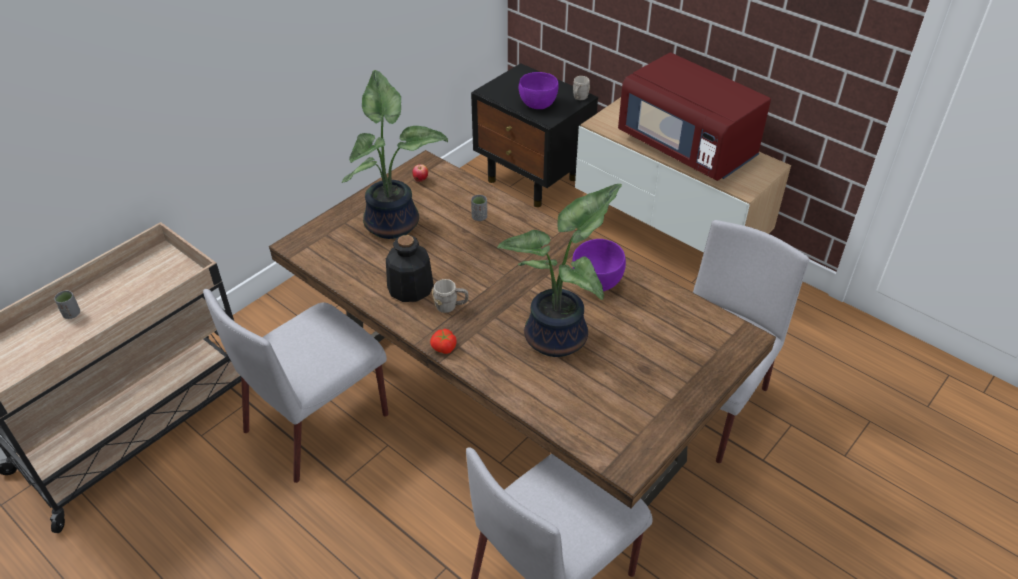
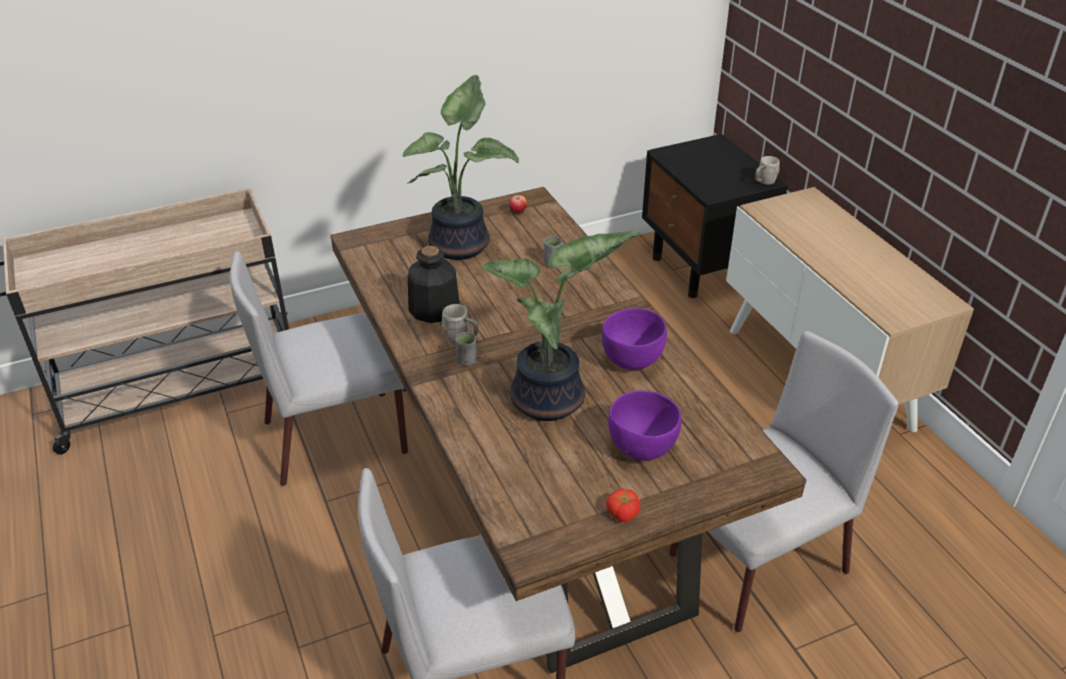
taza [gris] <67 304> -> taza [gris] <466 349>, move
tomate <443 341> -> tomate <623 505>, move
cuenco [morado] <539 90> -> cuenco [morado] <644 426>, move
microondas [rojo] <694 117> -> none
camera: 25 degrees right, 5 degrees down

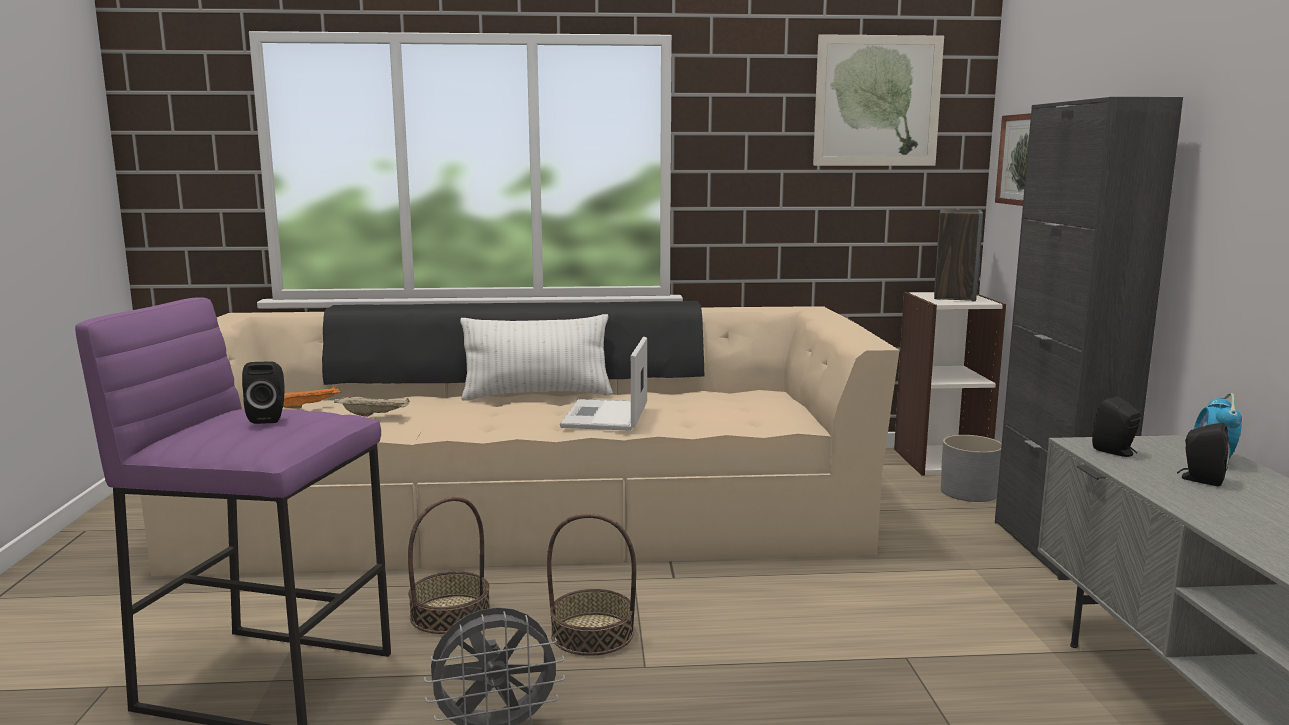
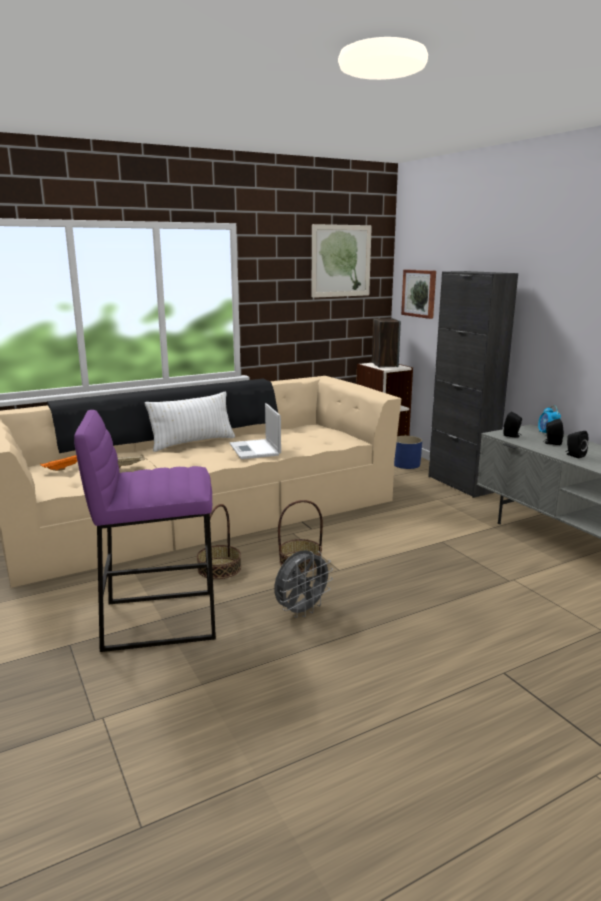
maceta [gris] <971 468> -> maceta [azul] <408 452>
altavoz [negro] <263 392> -> altavoz [negro] <577 444>, move
camera: 25 degrees left, 5 degrees up

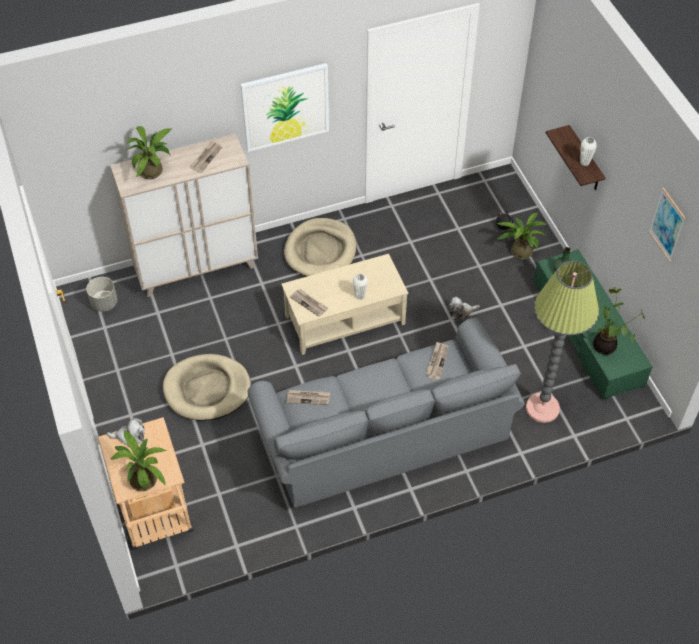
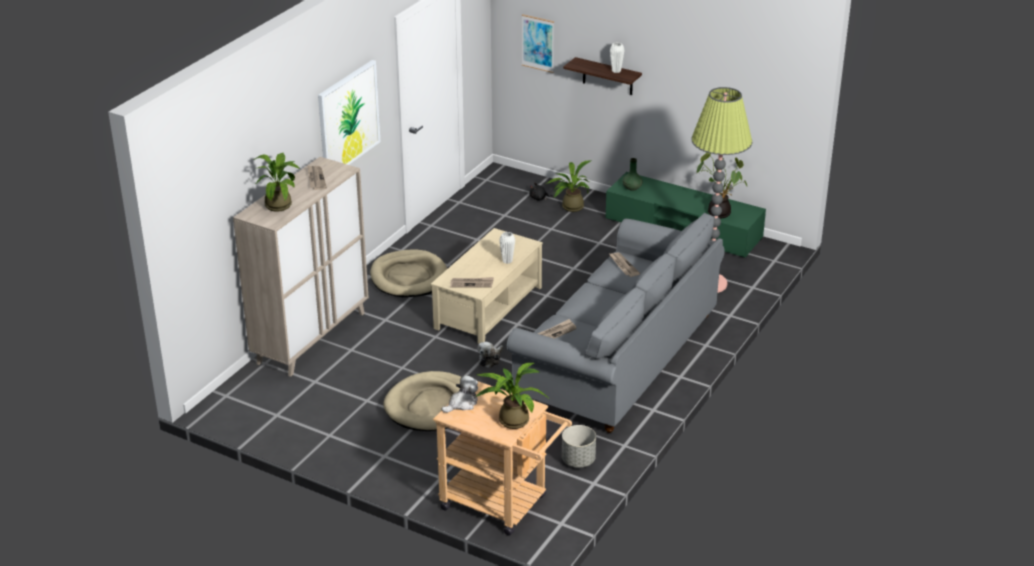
peluche <464 308> -> peluche <490 355>, move
cuadro <667 224> -> cuadro <538 43>, move
maceta [gris] <102 294> -> maceta [gris] <579 446>, move
camera: 40 degrees left, 20 degrees down

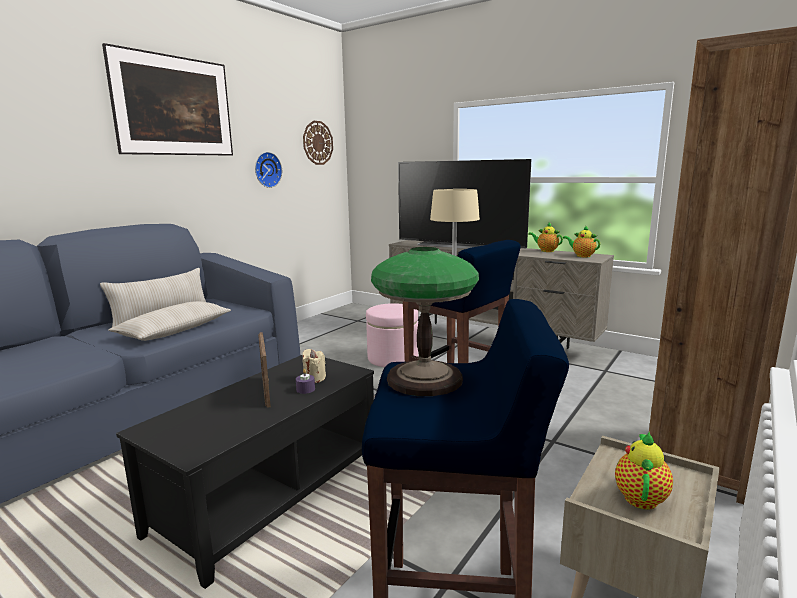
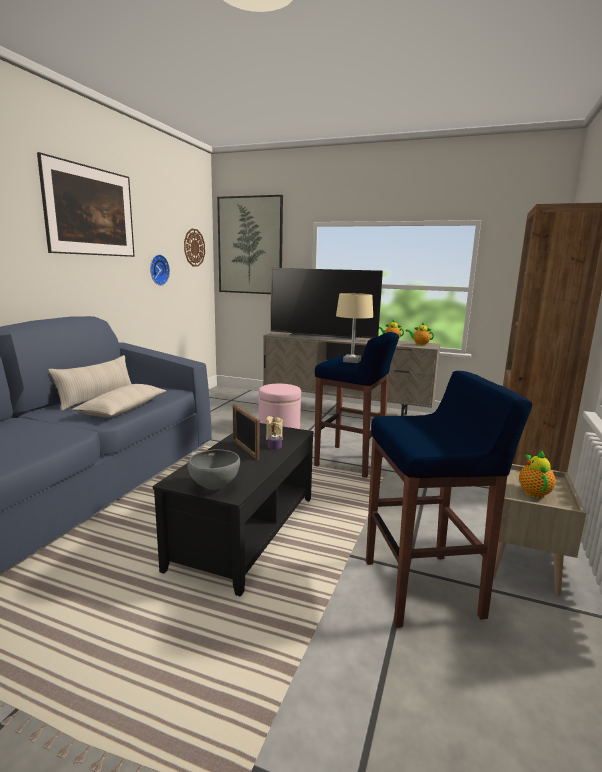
none -> cuenco [gris] <213 469>
none -> cuadro <250 244>
lámpara de mesa <425 321> -> none
camera: 15 degrees left, 0 degrees up

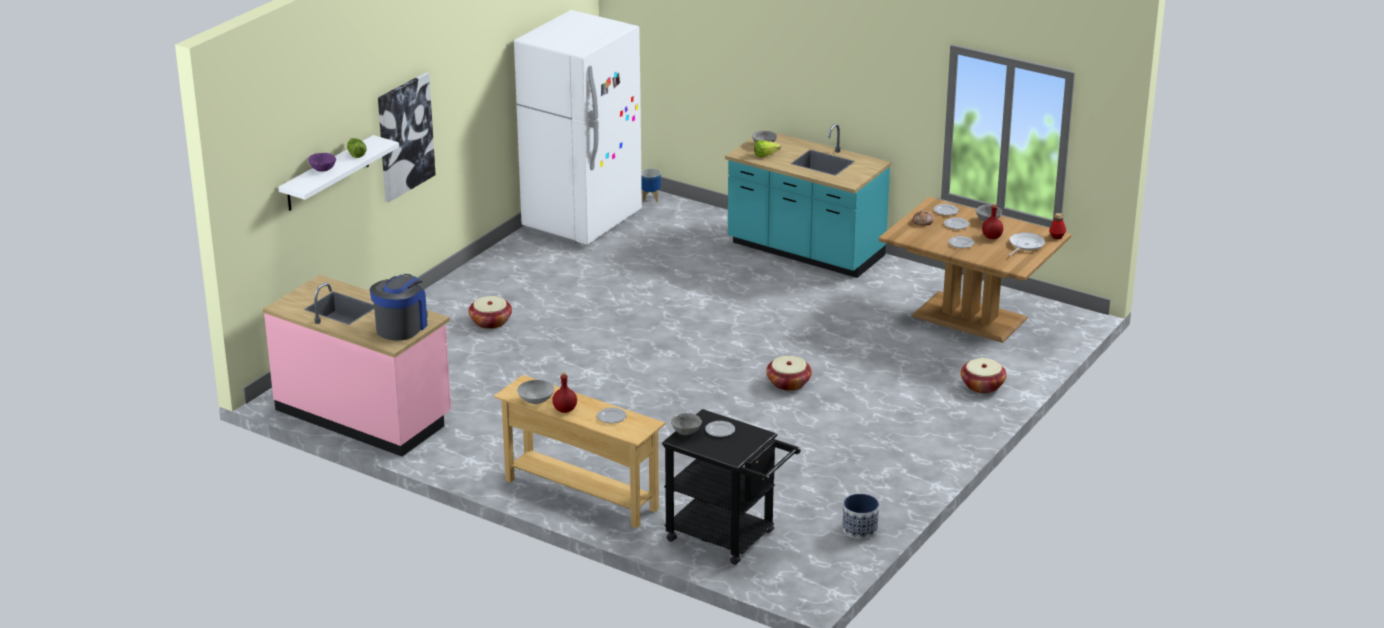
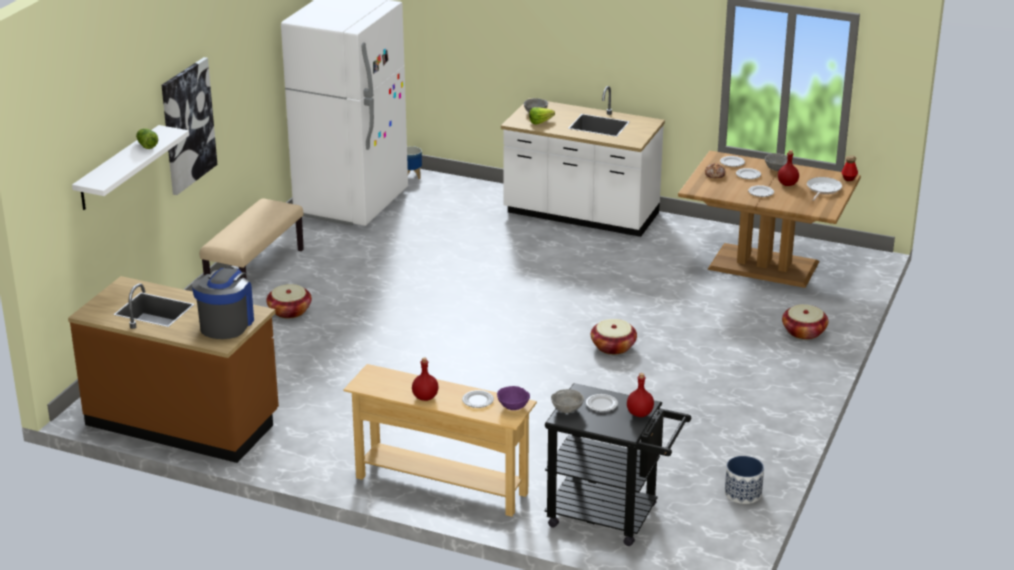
mueble bajo de cocina [rosa] <357 366> -> mueble bajo de cocina [marrón] <173 369>
none -> banco [beis] <252 238>
cuenco [morado] <322 162> -> cuenco [morado] <513 398>, move
mueble bajo de cocina [turquesa] <808 201> -> mueble bajo de cocina [blanco] <583 161>
none -> botella [rojo] <640 395>
cuenco [gris] <535 392> -> none
camera: 10 degrees left, 0 degrees up

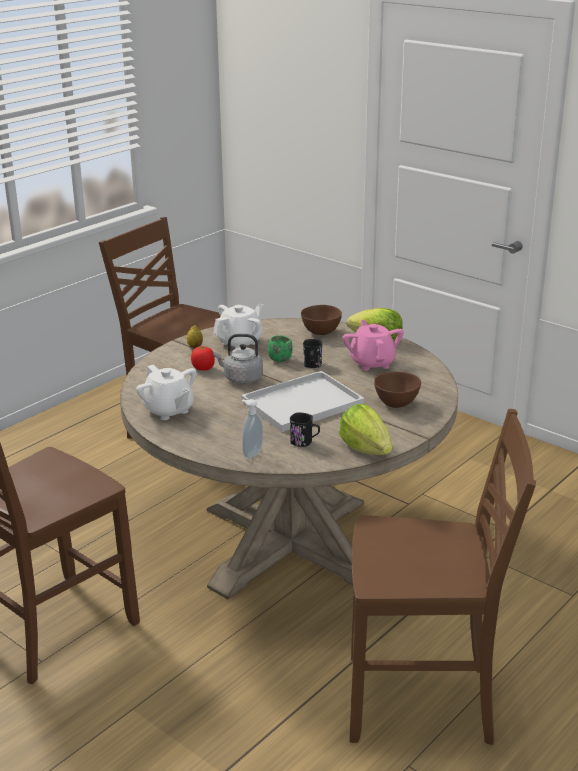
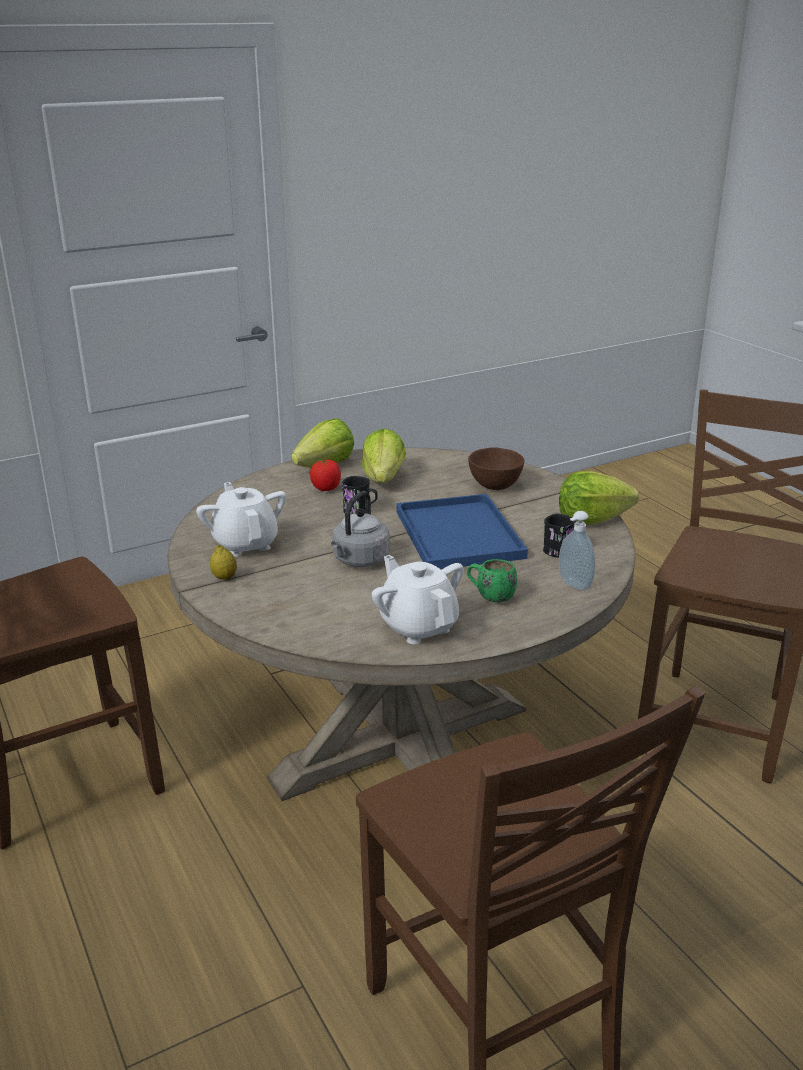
tomate <203 358> -> tomate <325 474>, move
tetera [rosa] <373 345> -> lechuga <384 456>
tetera [blanco] <166 392> -> tetera [blanco] <417 599>, 105 degrees counterclockwise
bandeja [blanco] <302 401> -> bandeja [azul] <462 531>
taza grande [verde] <280 348> -> taza grande [verde] <492 580>, move
cuenco [marrón] <321 320> -> none
camera: 70 degrees left, 0 degrees up

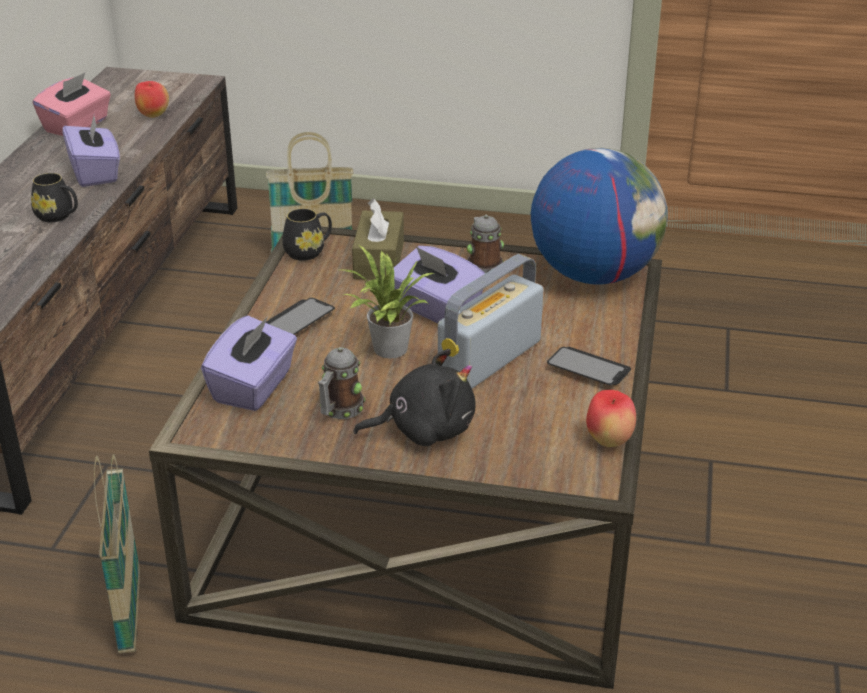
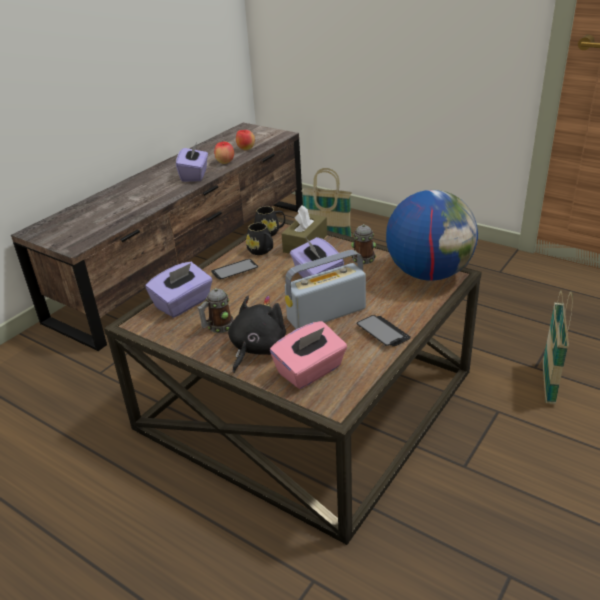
manzana <611 418> -> manzana <224 153>, move
peluche [negro] <415 397> -> peluche [negro] <257 334>, 75 degrees counterclockwise
taza grande [negro] <54 197> -> taza grande [negro] <259 239>, move
caja de pañuelos [rosa] <72 104> -> caja de pañuelos [rosa] <308 355>, move
cesta <117 554> -> cesta <557 347>, move
planta en maceta <387 301> -> none
camera: 25 degrees right, 0 degrees up

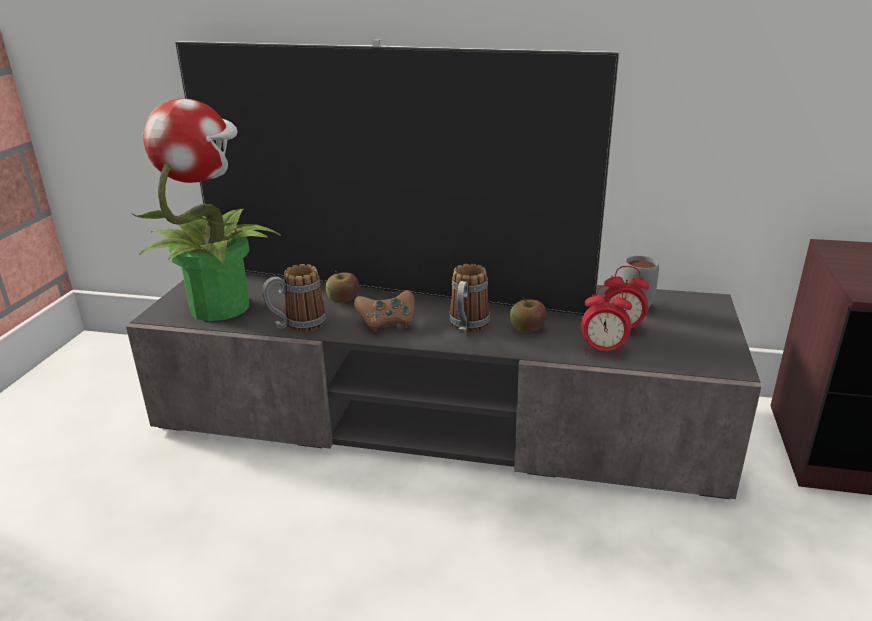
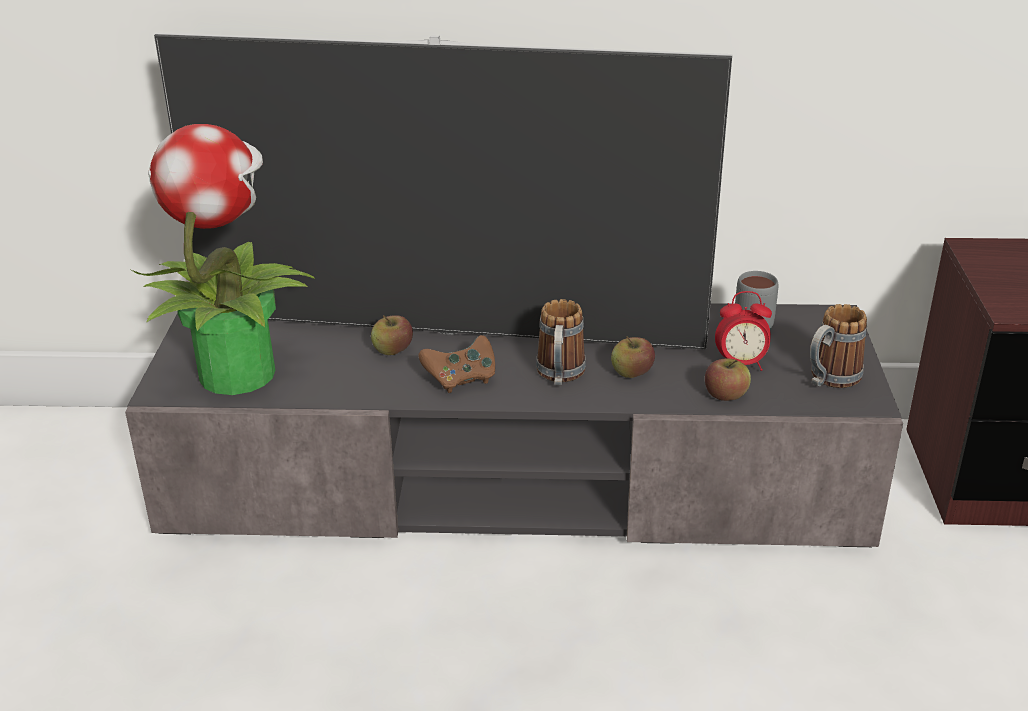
despertador <606 321> -> manzana <728 380>
taza grande <294 298> -> taza grande <838 346>, move
camera: 10 degrees left, 5 degrees up

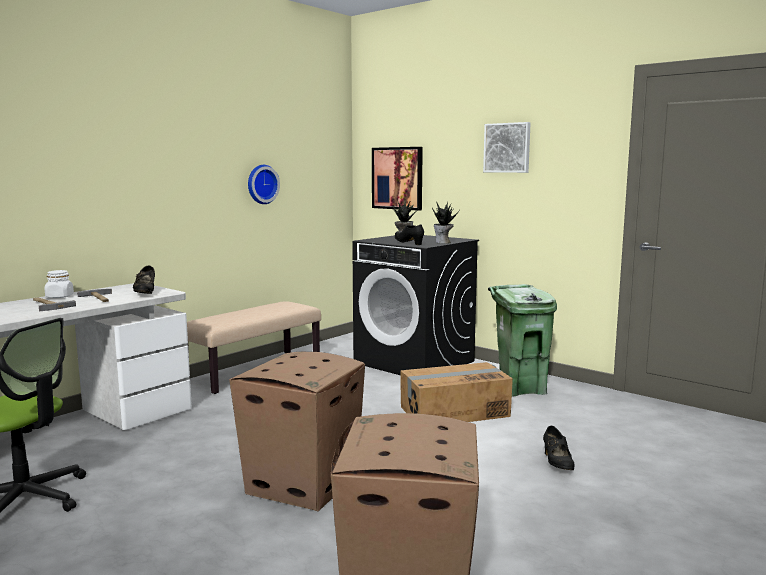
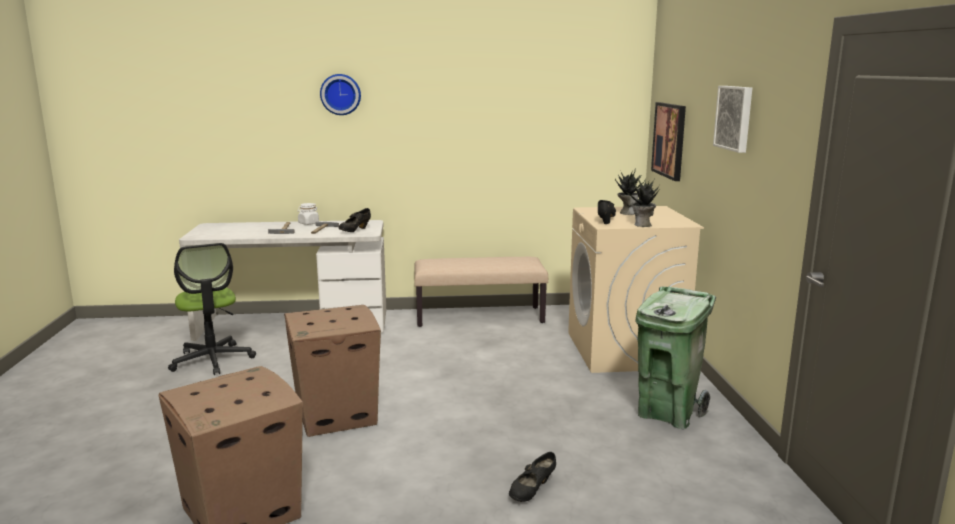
reloj de pared <264 184> -> reloj de pared <340 94>, move
lavadora [negro] <415 305> -> lavadora [beis] <636 289>
caja de cartón <456 392> -> none
camera: 45 degrees right, 5 degrees up

